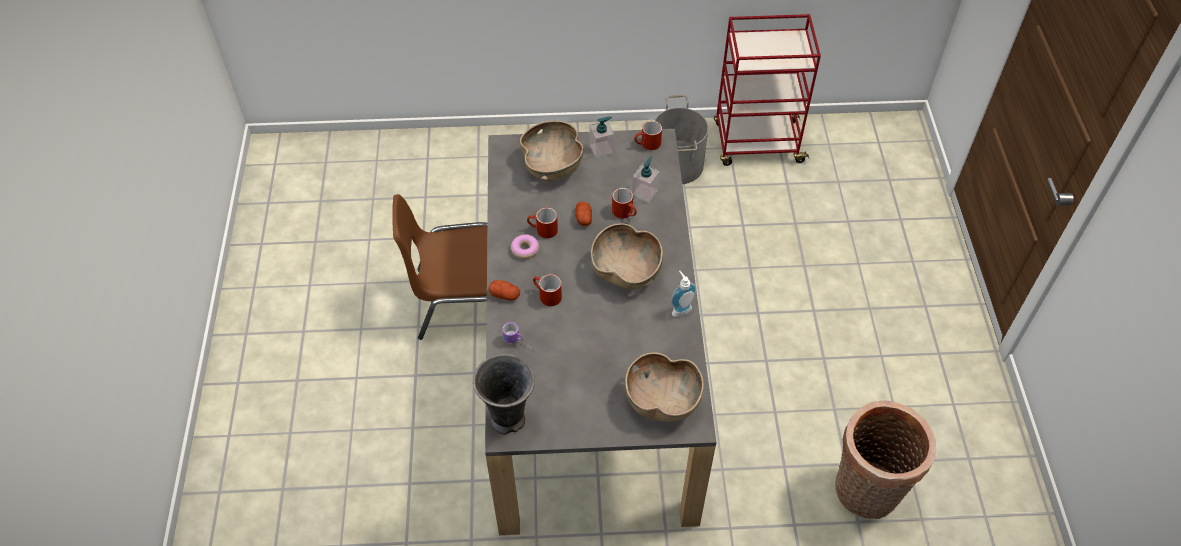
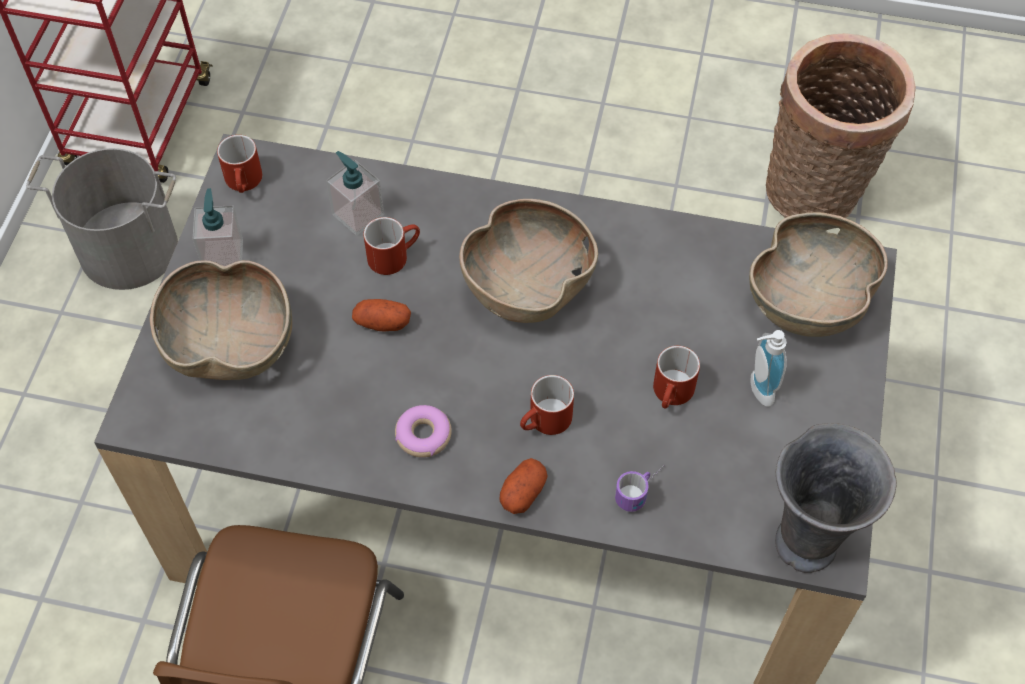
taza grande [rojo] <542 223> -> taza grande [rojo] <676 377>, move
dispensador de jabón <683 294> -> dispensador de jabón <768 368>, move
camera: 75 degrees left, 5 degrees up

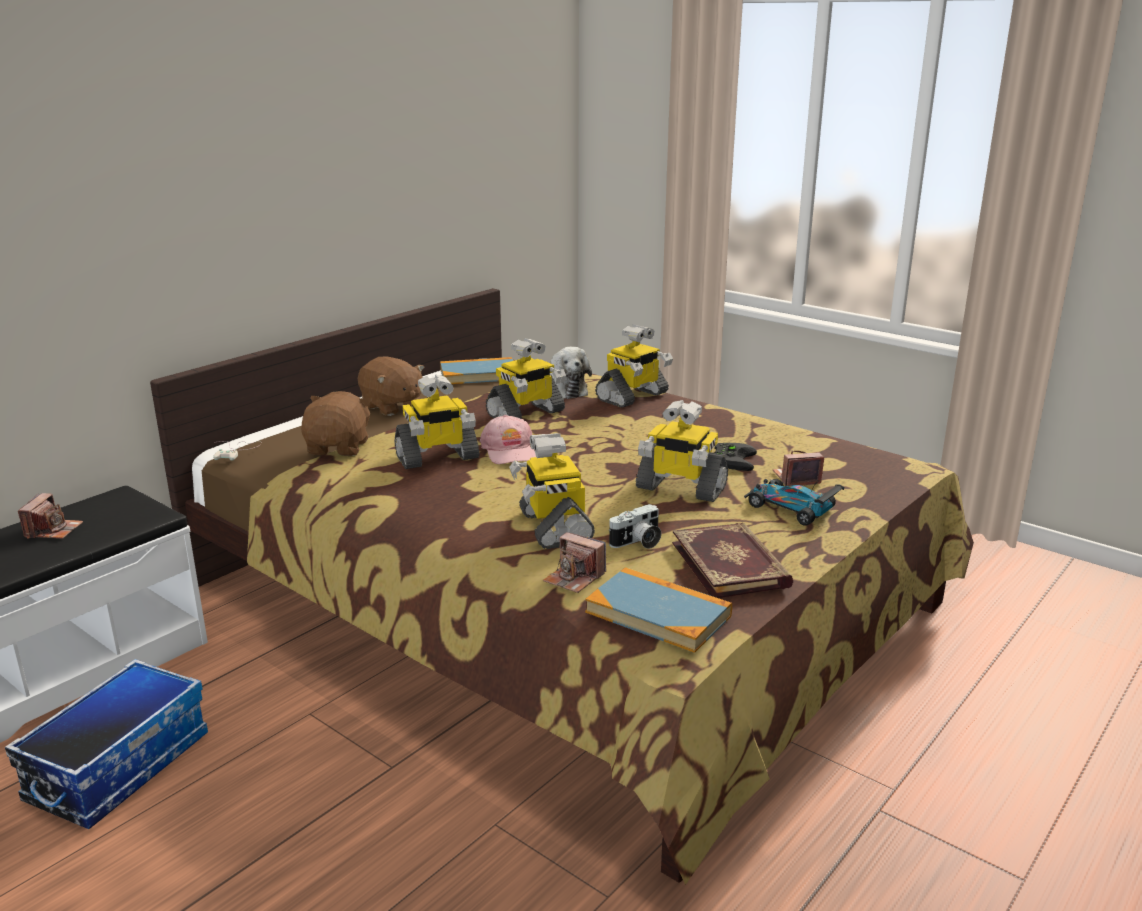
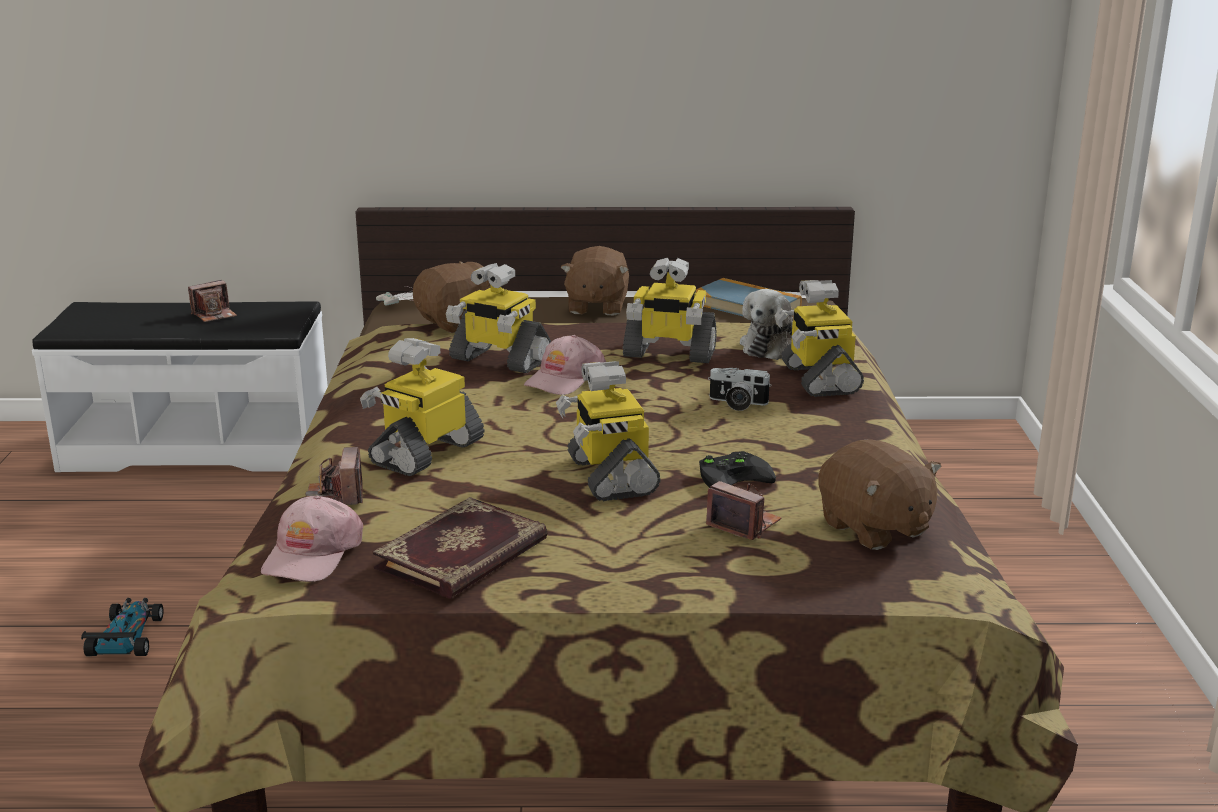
coche de juguete <794 502> -> coche de juguete <122 627>, move
libro <658 610> -> gorra [rosa] <312 539>
cámara <635 526> -> cámara <740 389>, move
robot de juguete <634 366> -> robot de juguete <819 338>, 75 degrees clockwise
none -> peluche [marrón] <879 494>
caja de almacenaje <106 744> -> none
camera: 50 degrees right, 0 degrees up

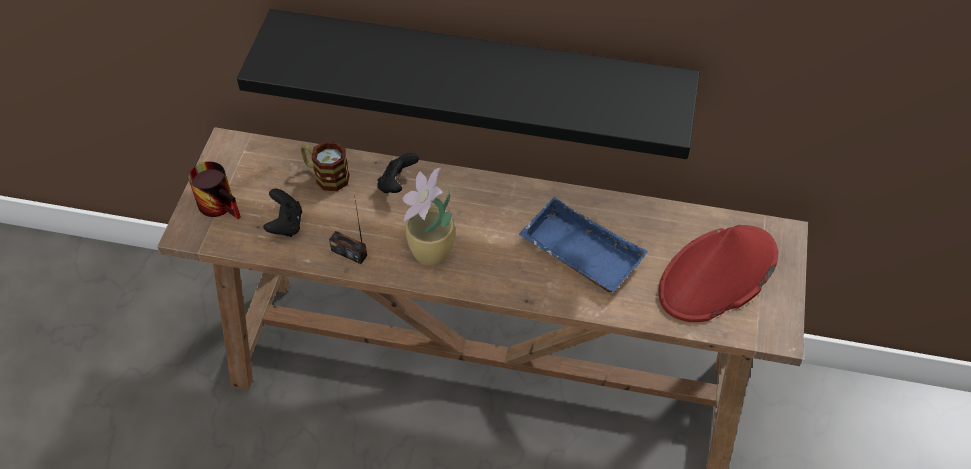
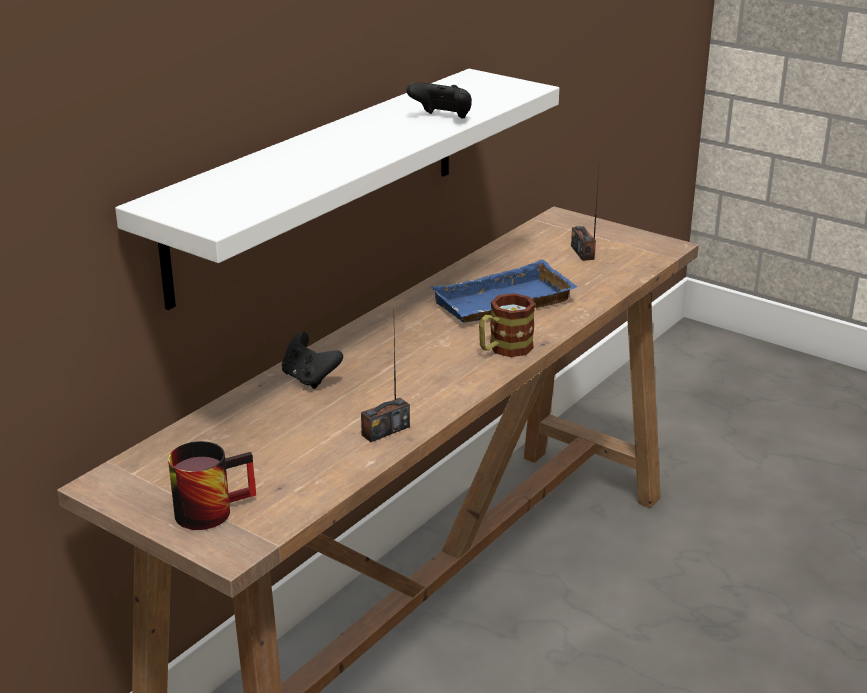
estante [negro] <468 84> -> estante [blanco] <337 189>
mando de consola [negro] <282 213> -> mando de consola [negro] <439 100>, move
taza grande <325 166> -> taza grande <507 325>, move
sombrero [rojo] <718 273> -> radio <585 215>
planta en maceta <428 216> -> none
camera: 65 degrees left, 25 degrees down

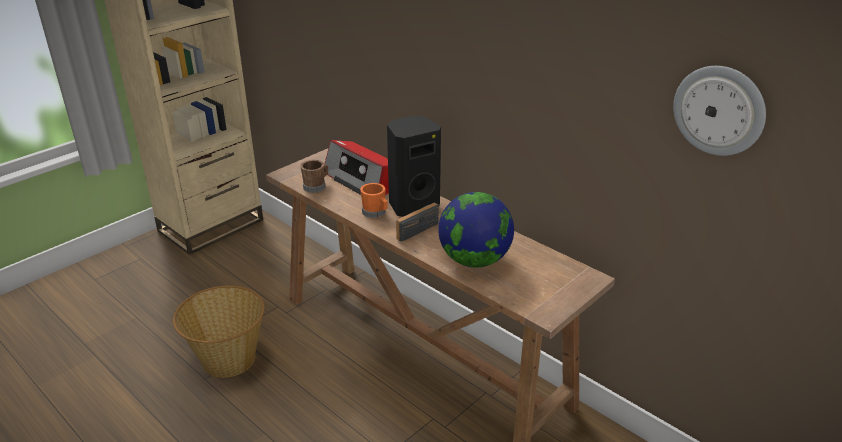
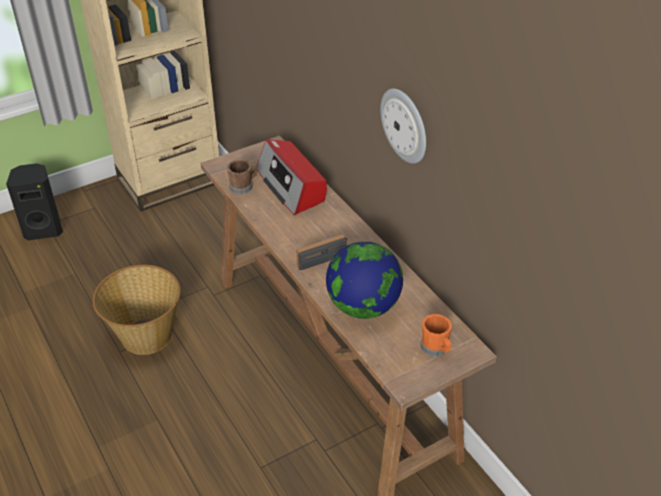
altavoz [negro] <414 166> -> altavoz [negro] <34 202>, move
reloj de pared <719 111> -> reloj de pared <403 126>, move
taza grande [naranja] <373 200> -> taza grande [naranja] <436 335>, move
camera: 15 degrees right, 10 degrees up

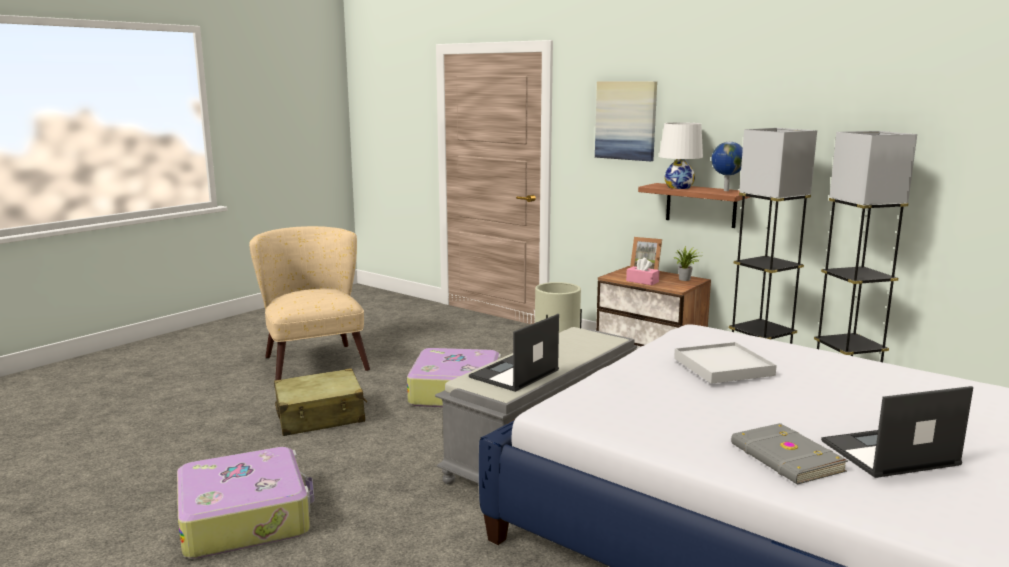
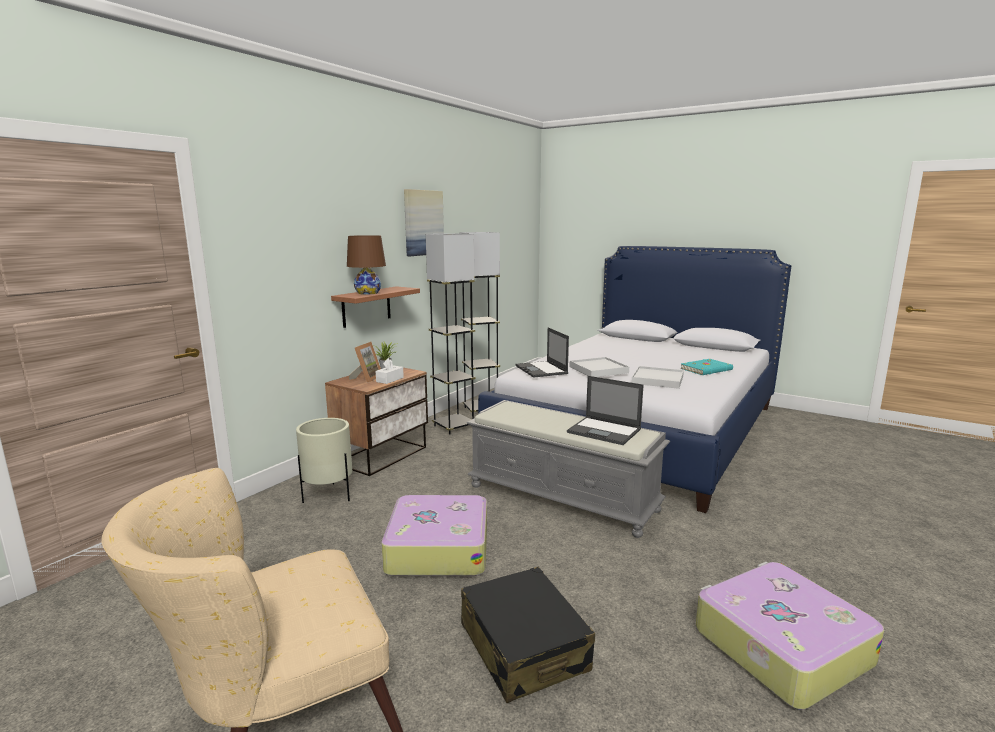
lámpara de mesa [blanco] <681 155> -> lámpara de mesa [marrón] <366 265>
caja de pañuelos [rosa] <642 271> -> caja de pañuelos [blanco] <390 371>
cuadro <626 121> -> cuadro <424 222>, move
maleta [beis] <320 402> -> maleta [negro] <528 635>
portátil <897 432> -> portátil <542 352>, move
none -> bandeja [blanco] <657 377>
libro [gris] <789 453> -> libro [turquesa] <706 367>
globo terráqueo <727 166> -> none
camera: 95 degrees left, 0 degrees up

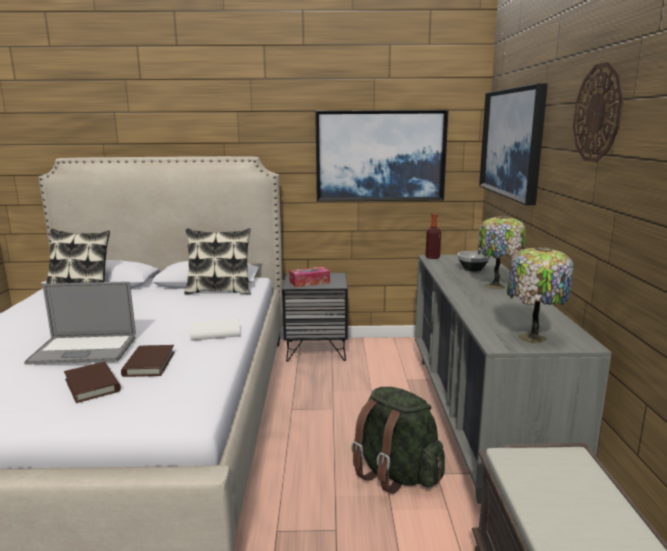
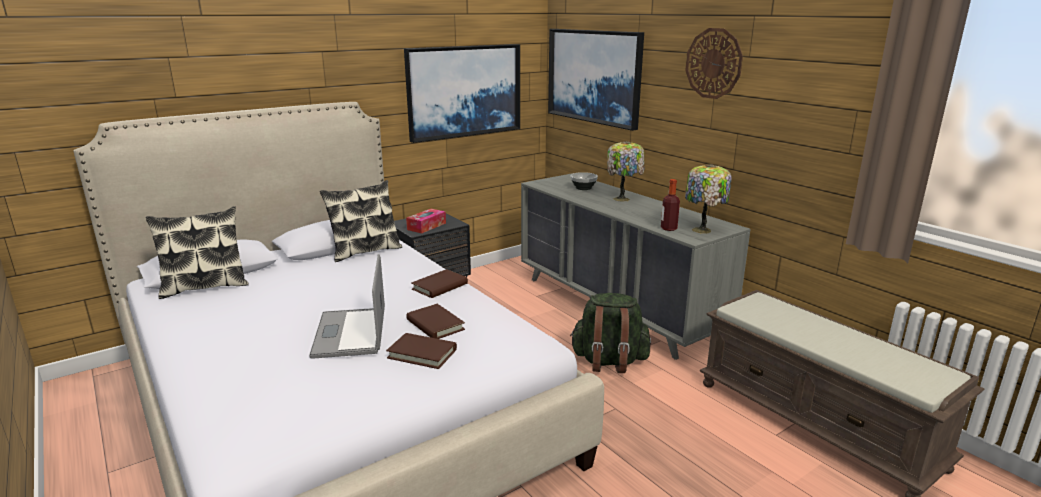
portátil <80 323> -> portátil <347 306>, 120 degrees clockwise
libro [blanco] <215 329> -> libro [marrón] <439 283>
botella <433 236> -> botella <670 205>, move
camera: 35 degrees left, 5 degrees up

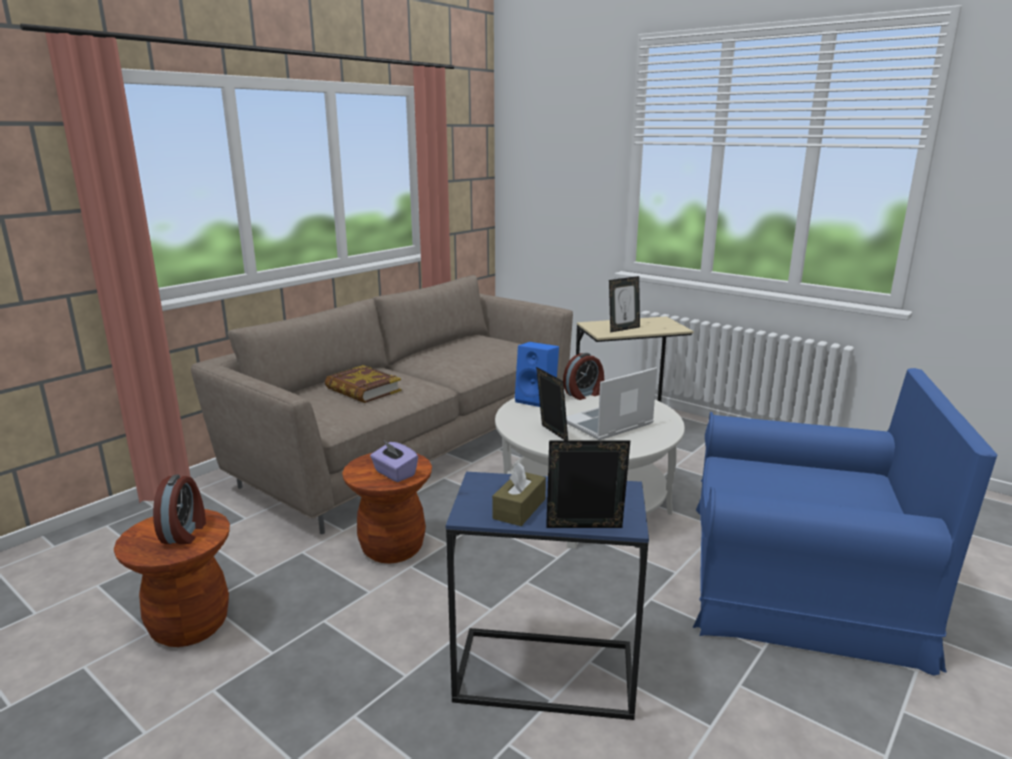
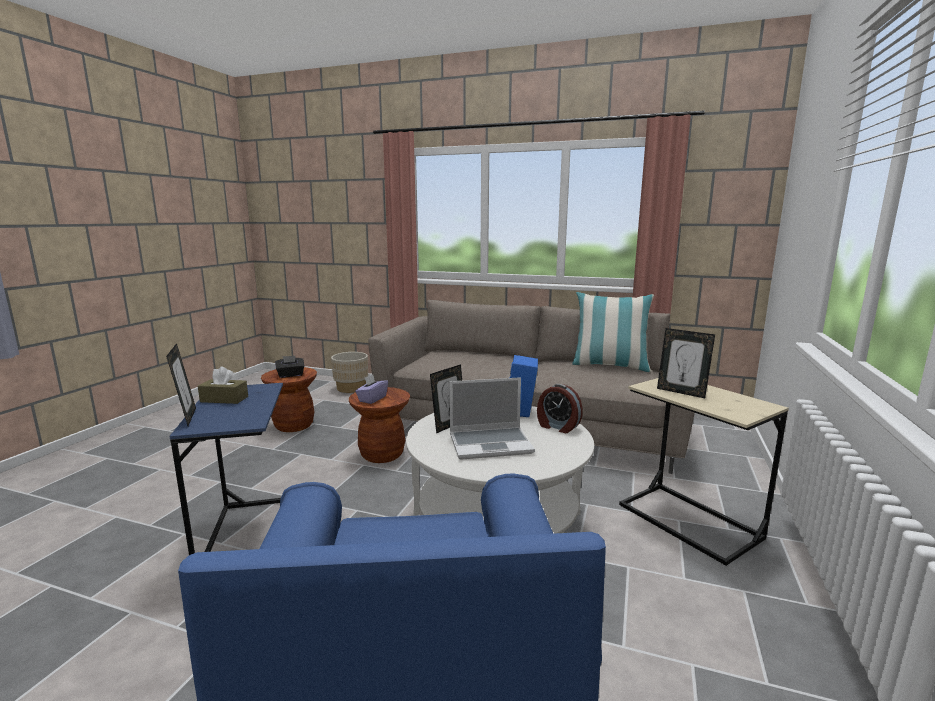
despertador <179 509> -> caja de pañuelos [negro] <289 367>
none -> maceta [beis] <349 372>
portátil <611 403> -> portátil <492 418>, 135 degrees clockwise
none -> cojín <613 332>
libro <363 384> -> none
camera: 70 degrees right, 5 degrees down

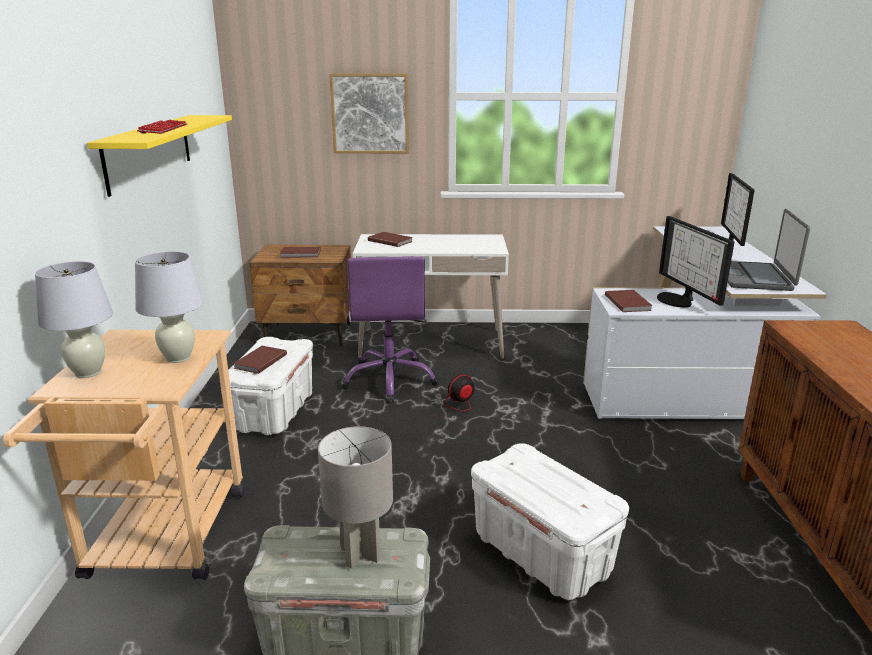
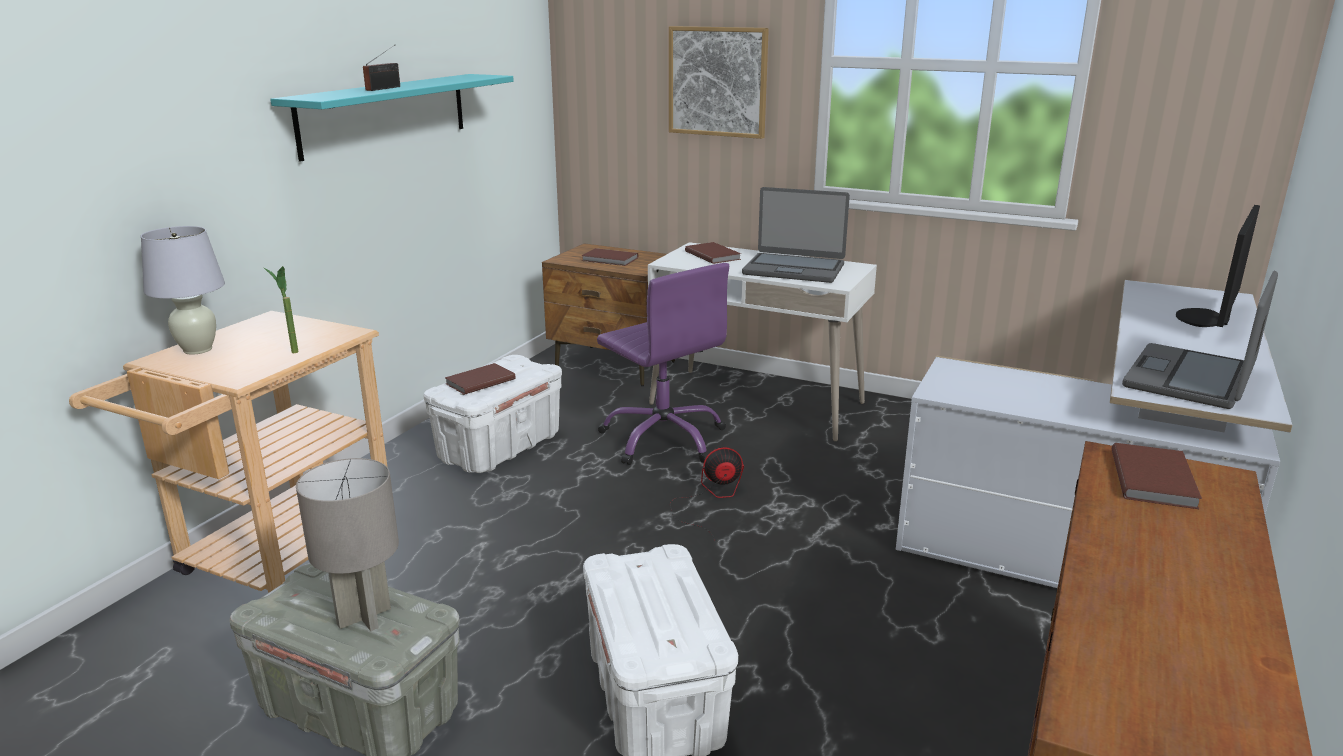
lámpara de mesa [blanco] <169 307> -> planta en maceta <280 309>
estante [amarillo] <159 156> -> estante [turquesa] <392 118>
teclado <162 127> -> radio <381 68>
silla de oficina [morado] <389 329> -> silla de oficina [morado] <663 364>, 60 degrees counterclockwise
none -> portátil <796 235>
libro [marrón] <628 301> -> libro [marrón] <1157 476>, move
monitor <695 262> -> none
camera: 25 degrees right, 0 degrees up

